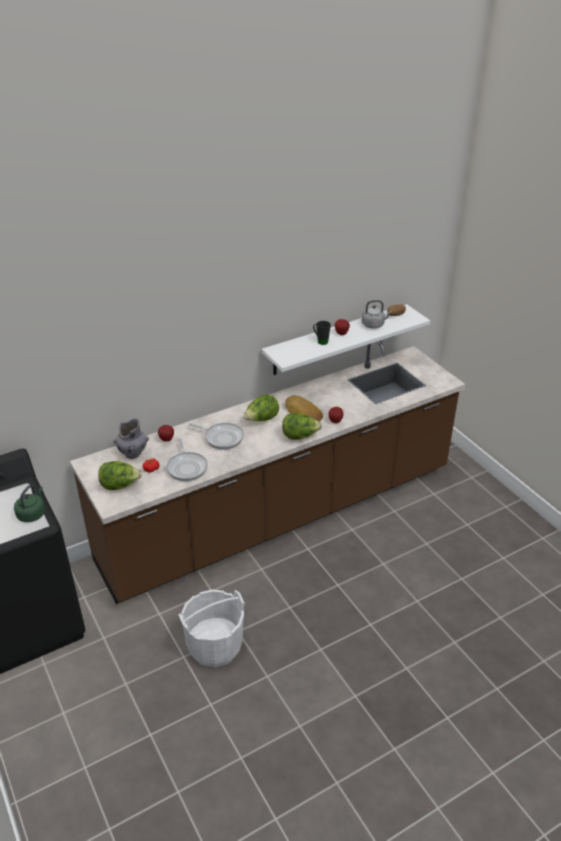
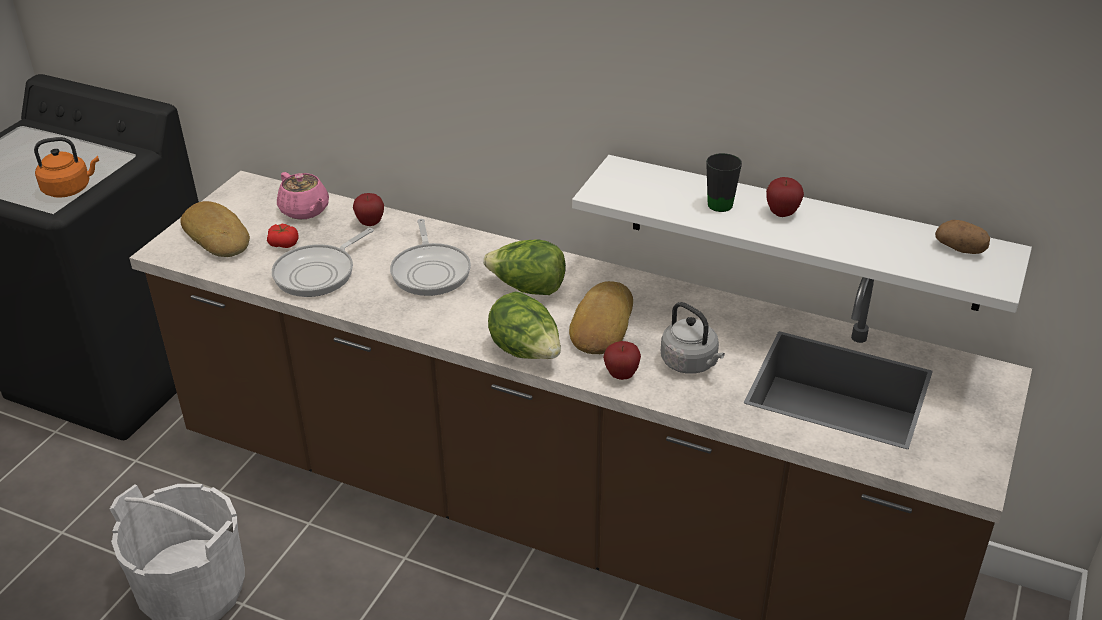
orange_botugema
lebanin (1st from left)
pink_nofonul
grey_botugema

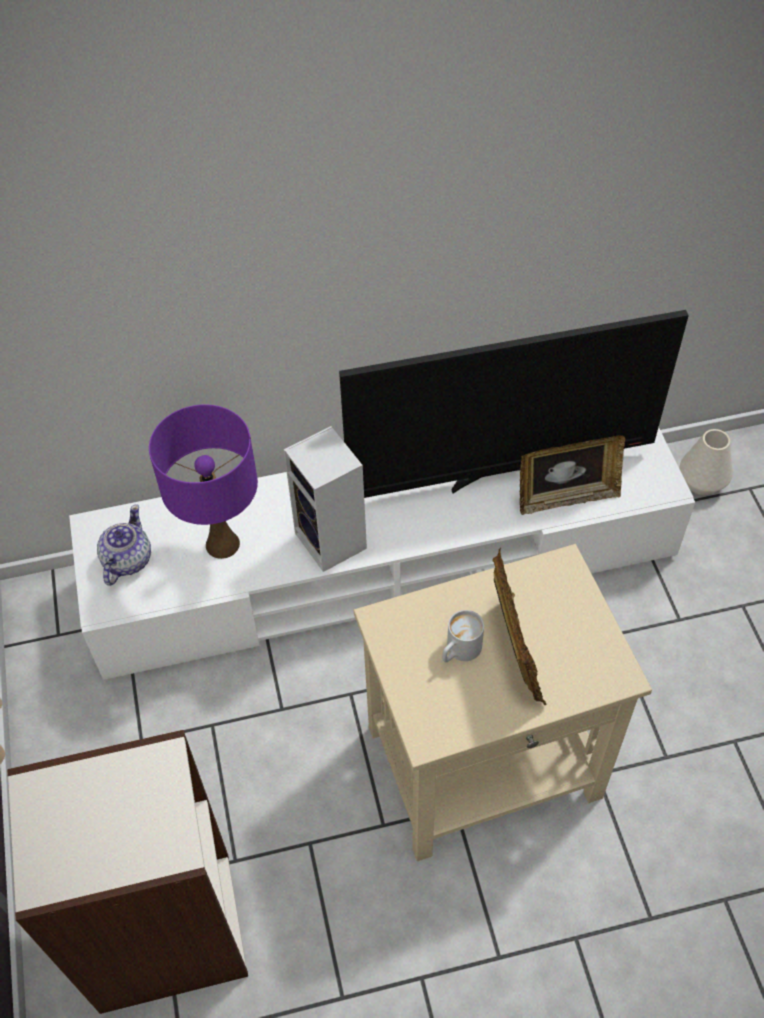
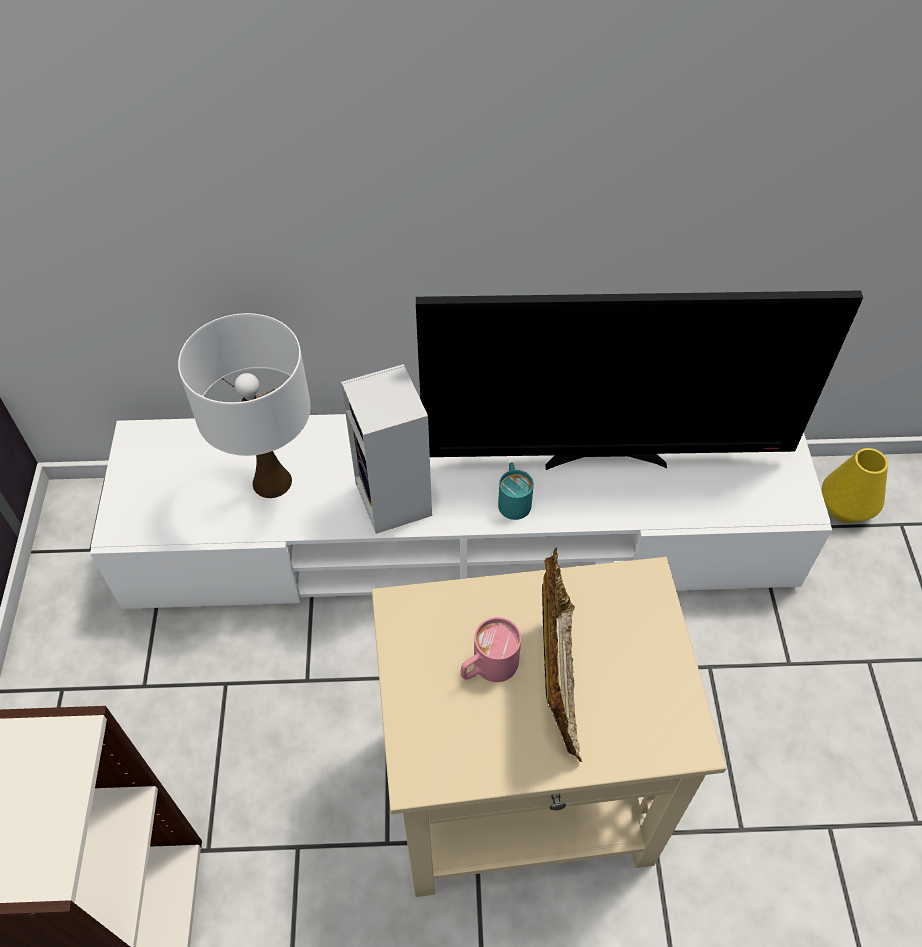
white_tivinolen
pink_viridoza
turquoise_viridoza
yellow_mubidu
nofonul
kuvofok (2nd from left in the first image)

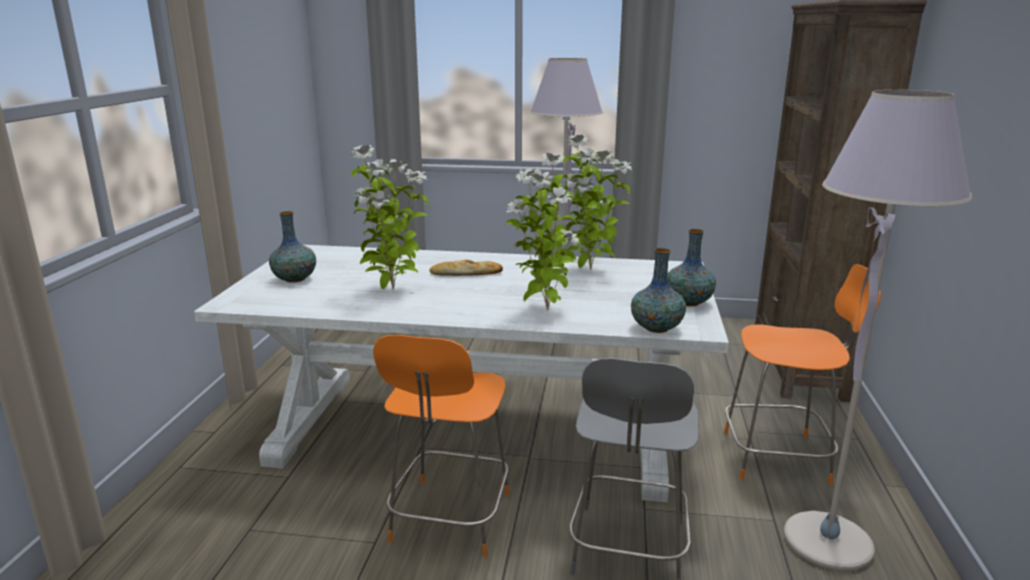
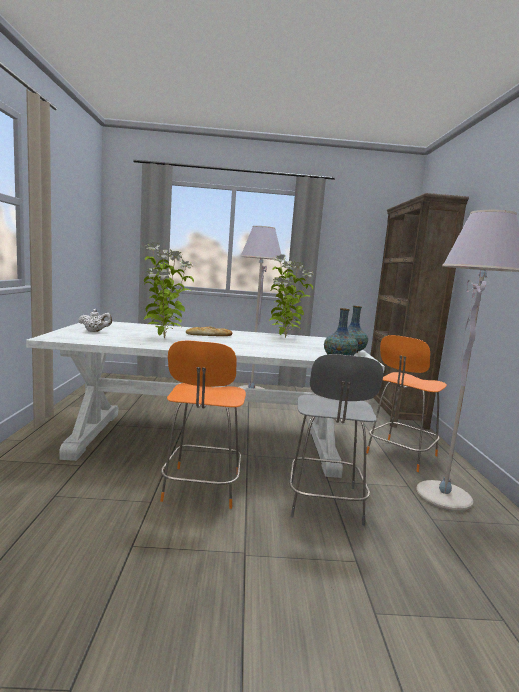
white_nofonul
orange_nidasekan (2nd from left)
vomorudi (2nd from left in the first image)

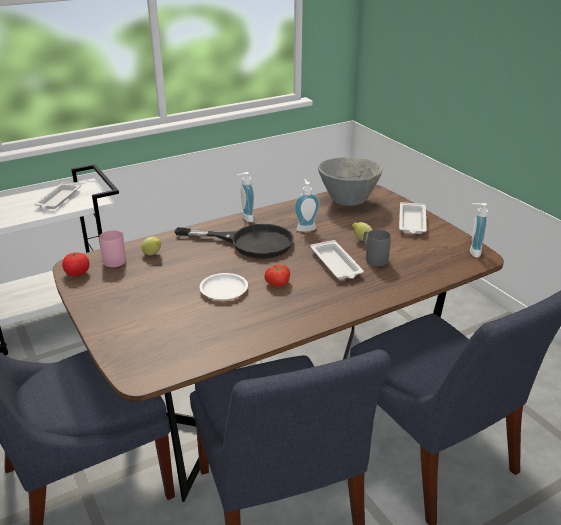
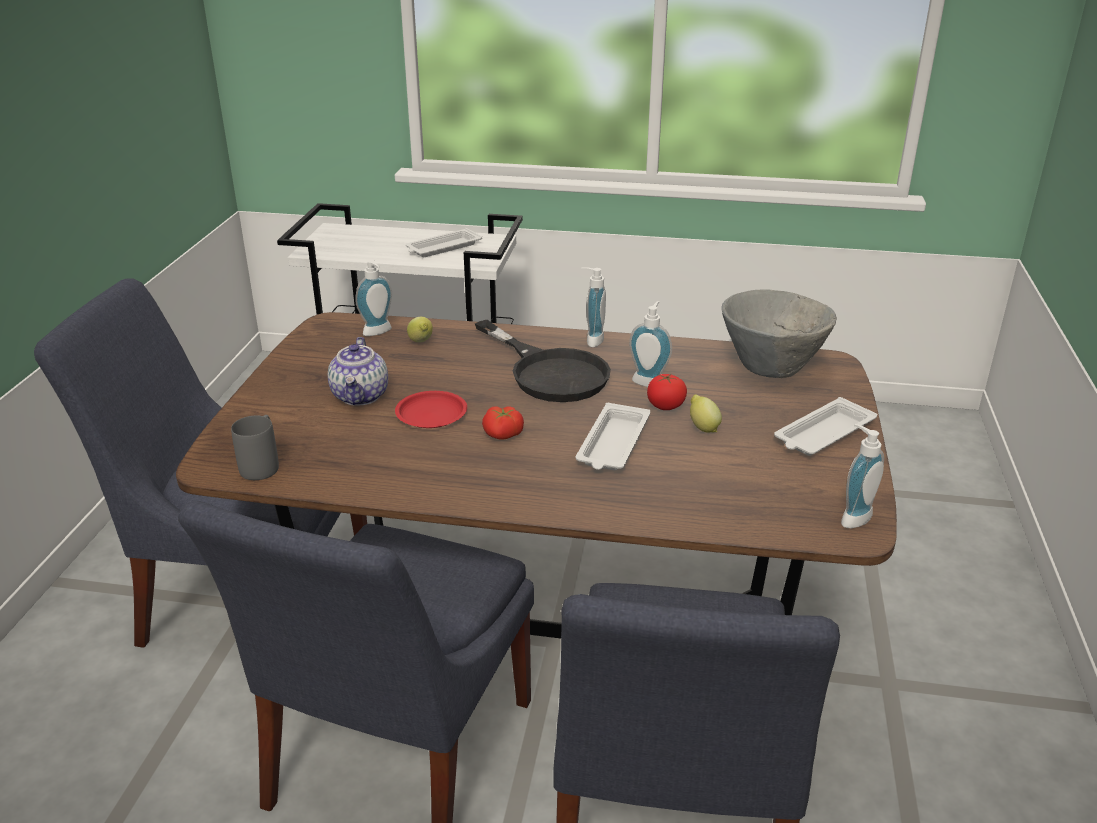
grey_viridoza
nofonul
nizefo (1st from left)
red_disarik
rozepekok (2nd from left)

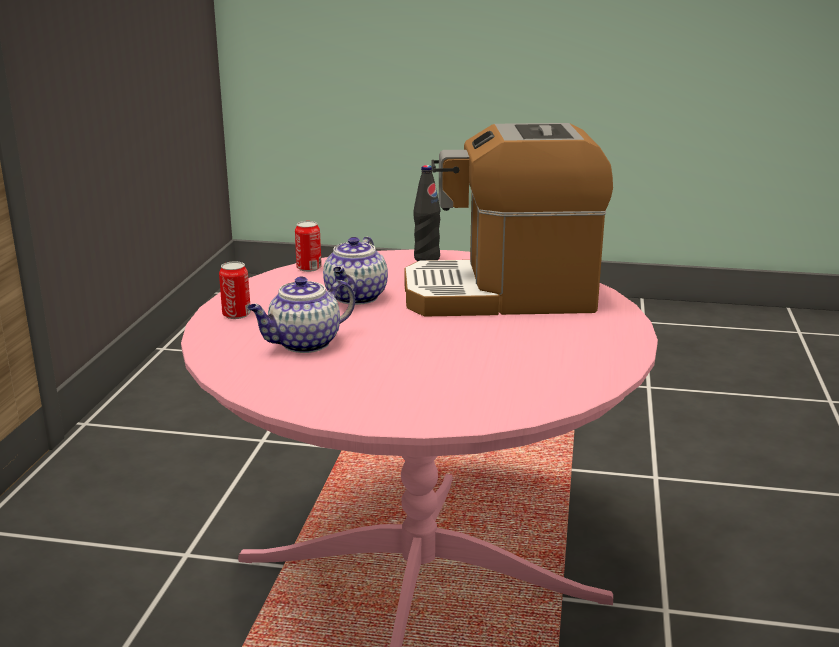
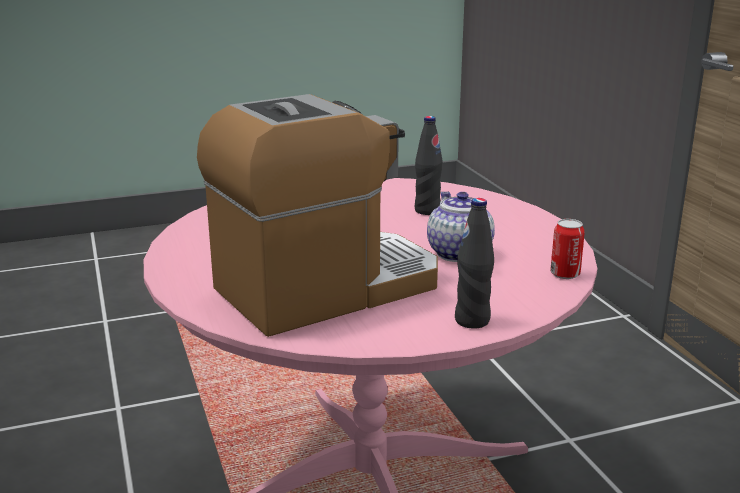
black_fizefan (1st from left)
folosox (1st from left in the first image)

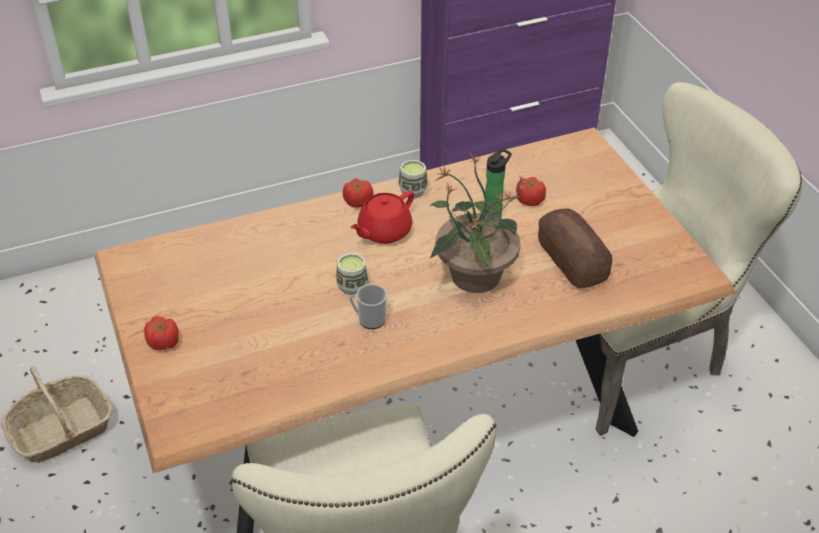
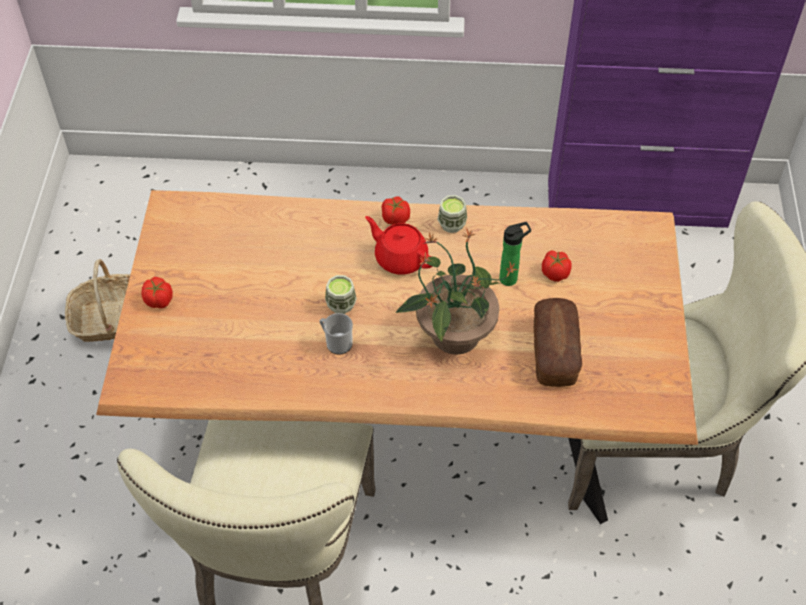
red_nofonul

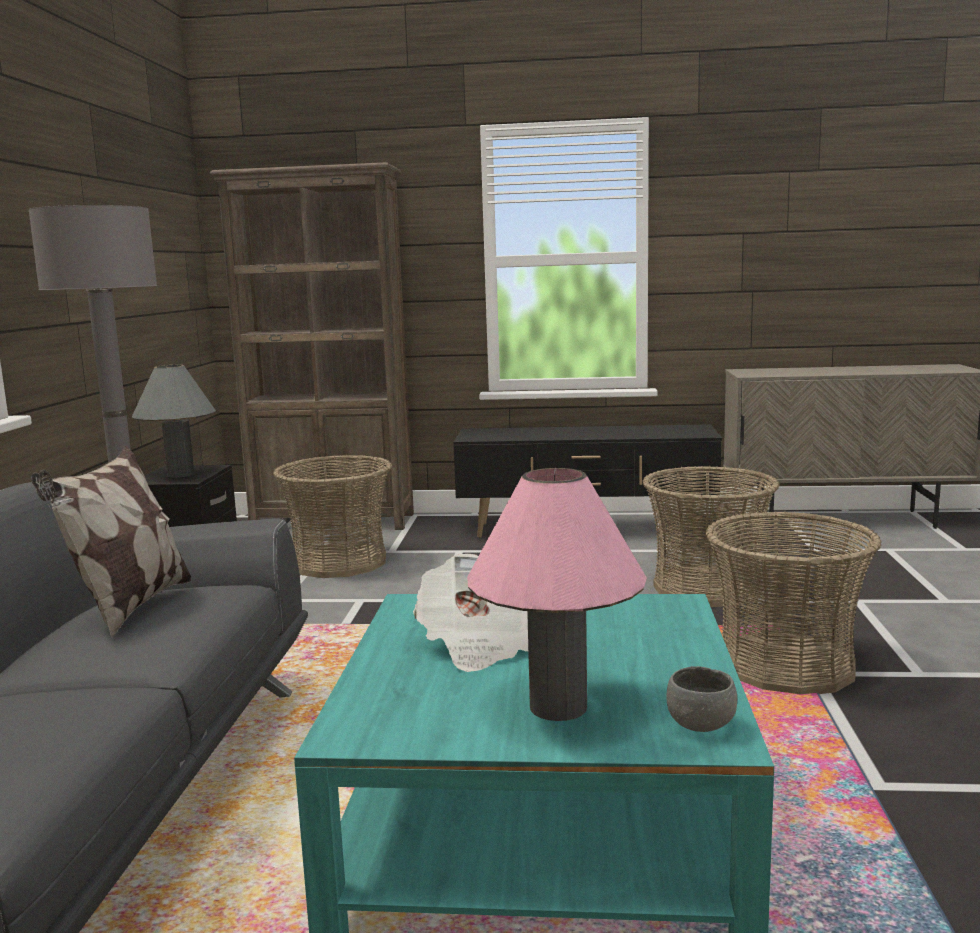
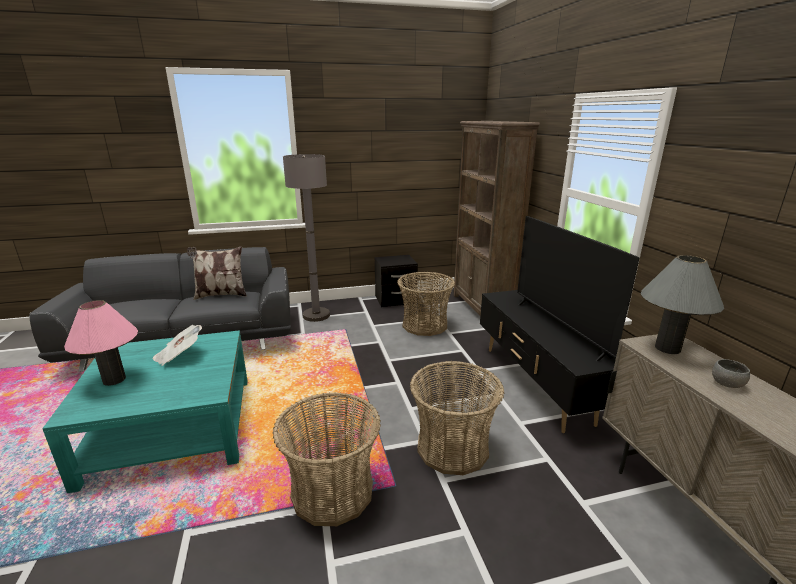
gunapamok
grey_tivinolen
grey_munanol

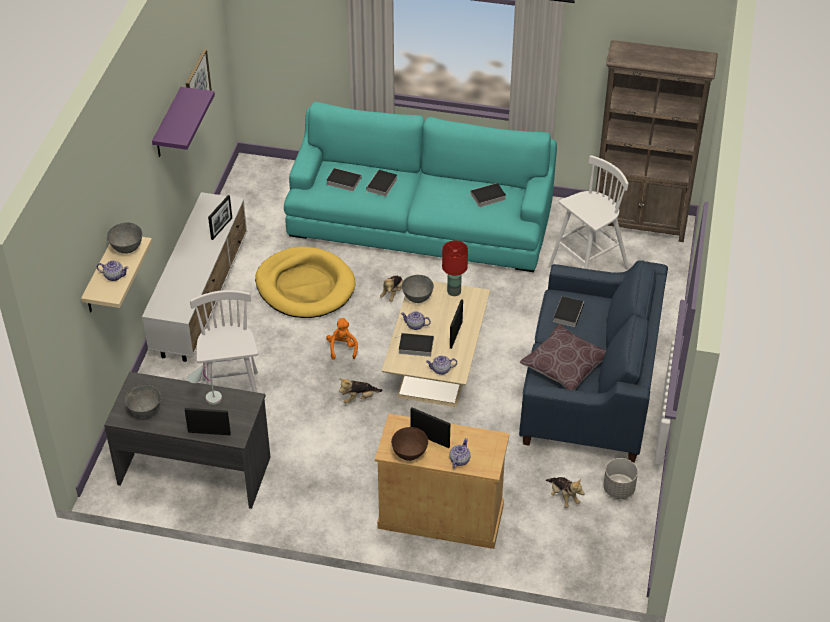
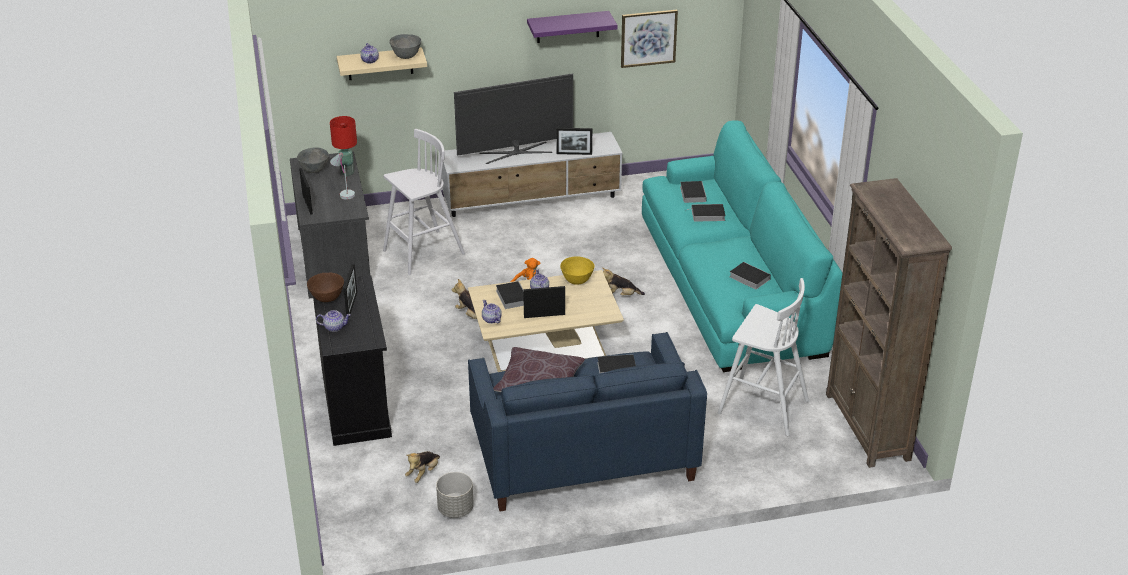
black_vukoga
red_tivinolen
gunapamok
yellow_munanol
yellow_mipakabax

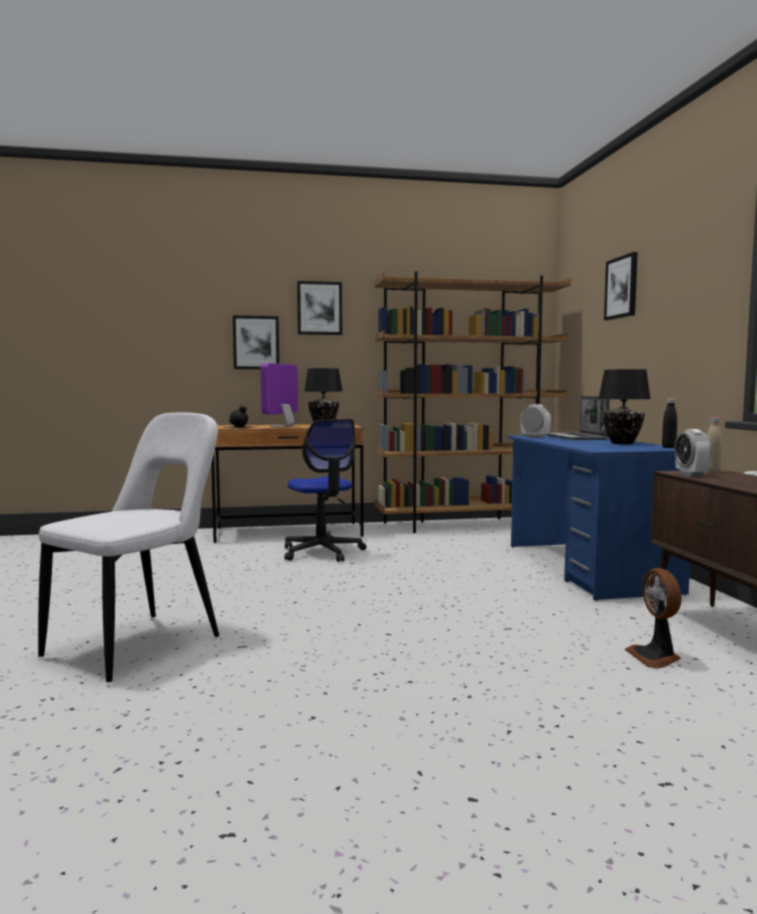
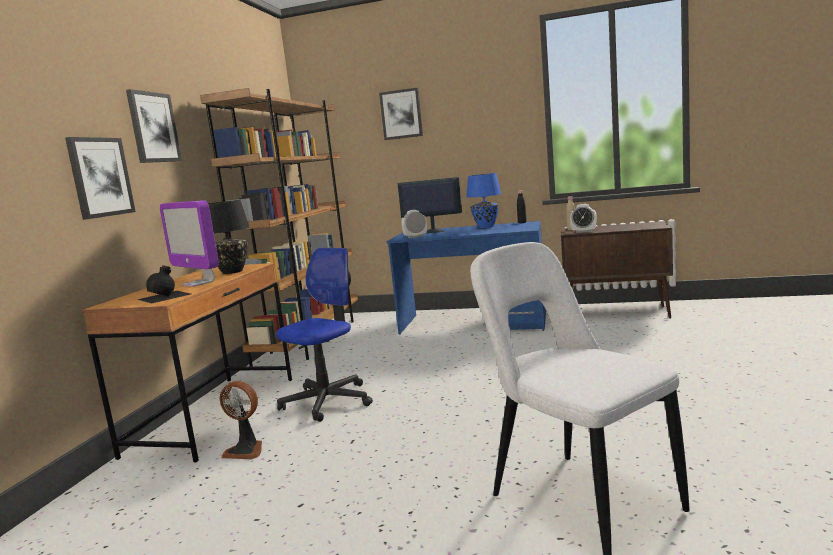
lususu
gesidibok
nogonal (2nd from left)
blue_tivinolen

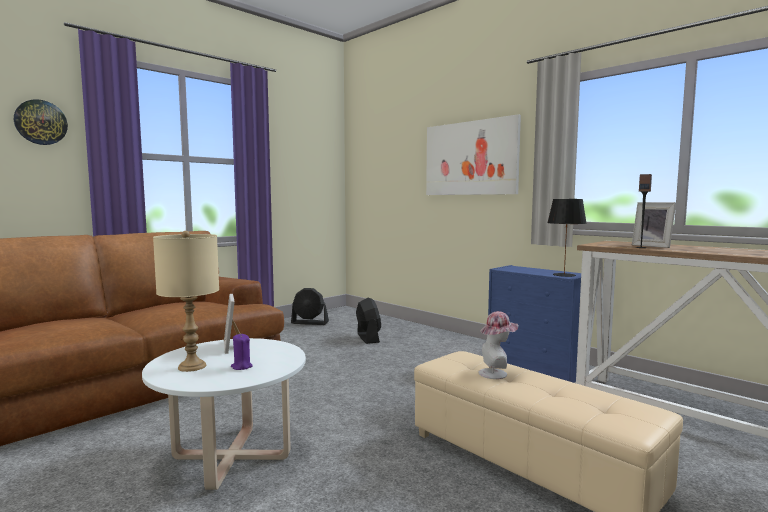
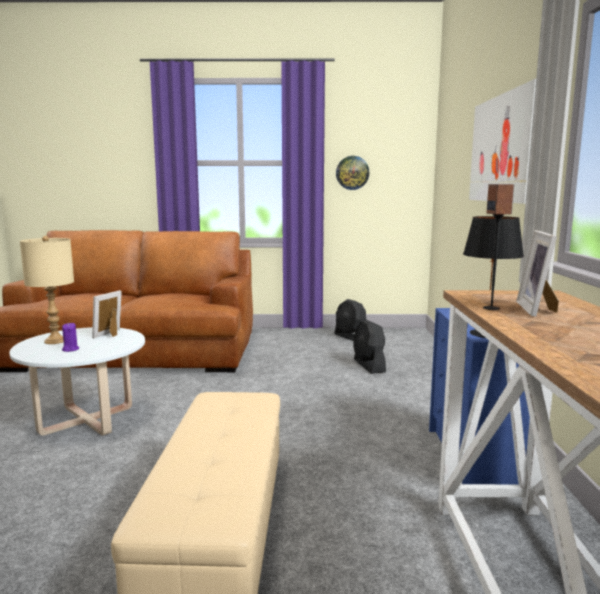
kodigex
black_lususu (2nd from left)
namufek

